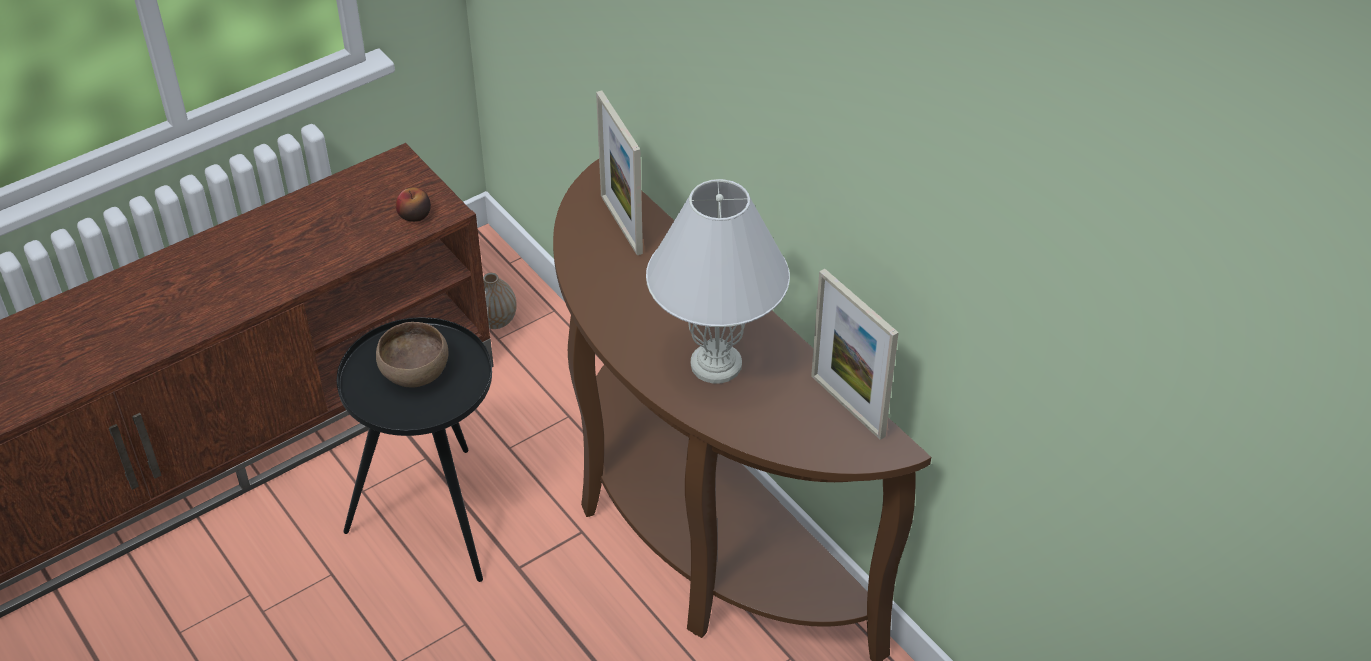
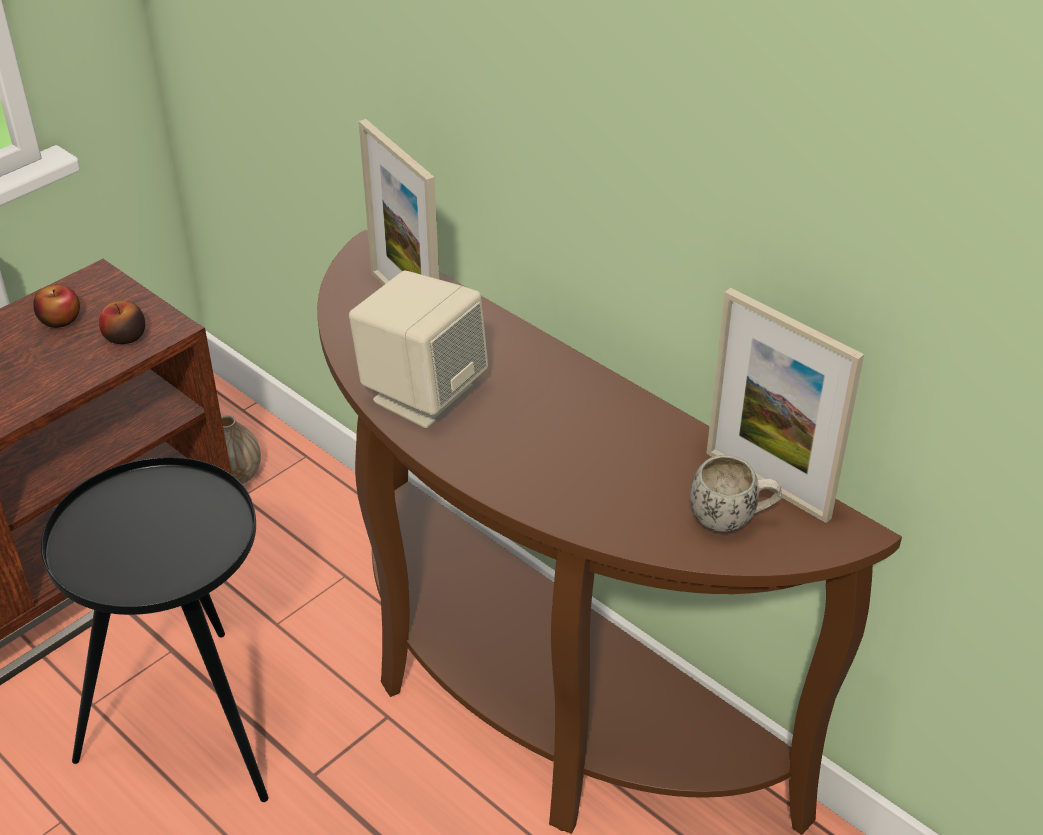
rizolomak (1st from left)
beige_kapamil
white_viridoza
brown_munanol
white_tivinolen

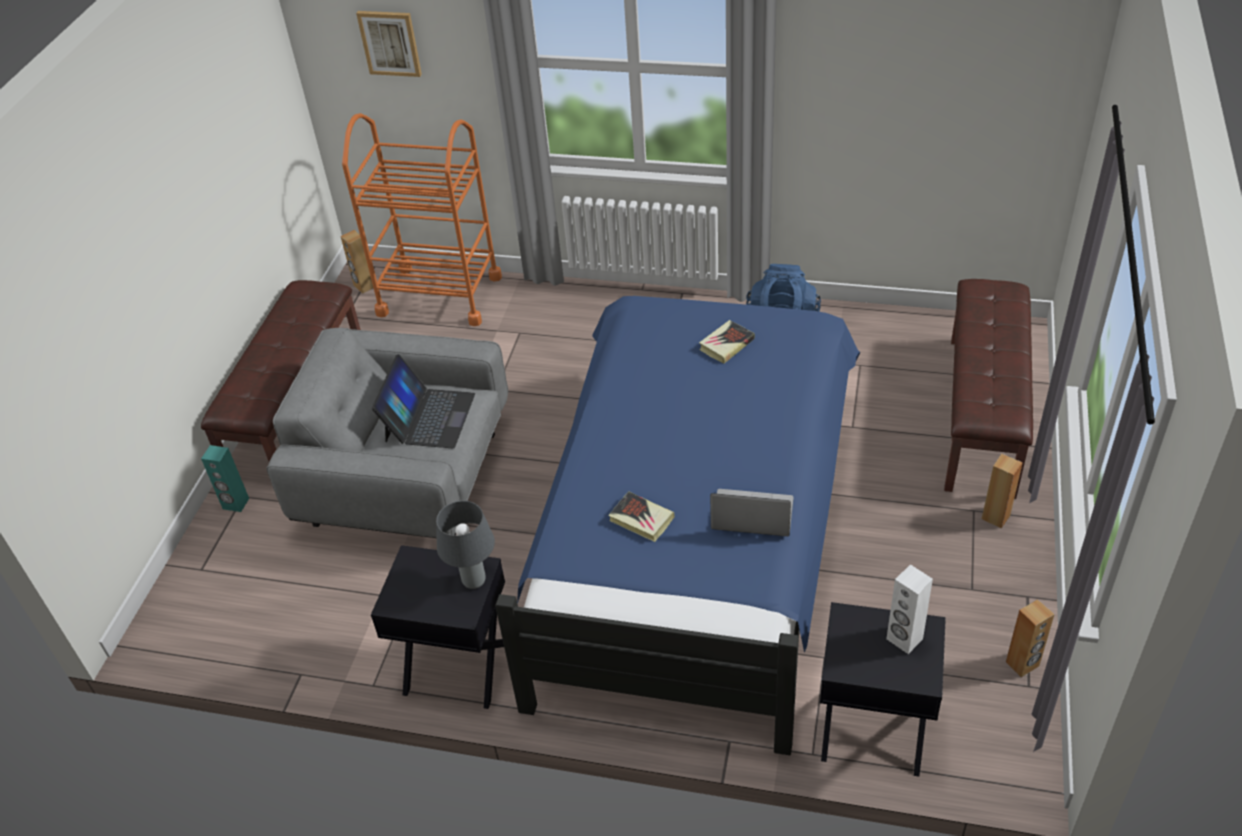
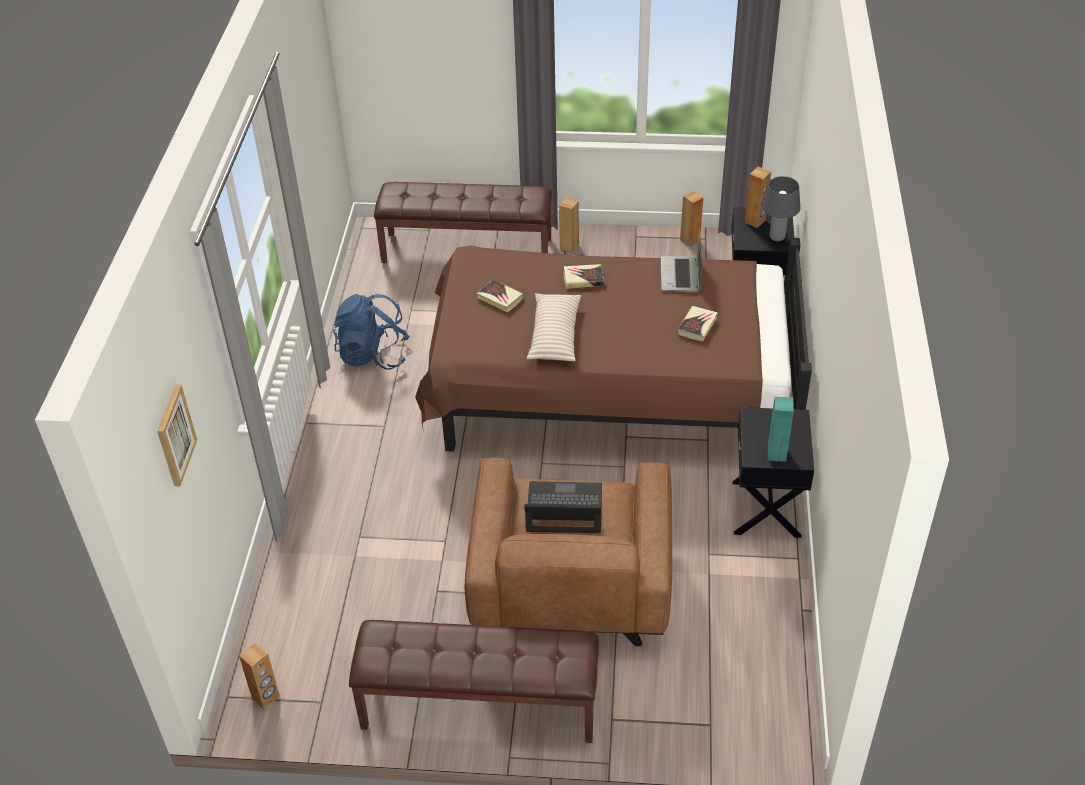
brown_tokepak
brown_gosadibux
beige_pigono
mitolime (2nd from left)
brown_kapamil (4th from left)
grey_tivinolen
turquoise_kapamil
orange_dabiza

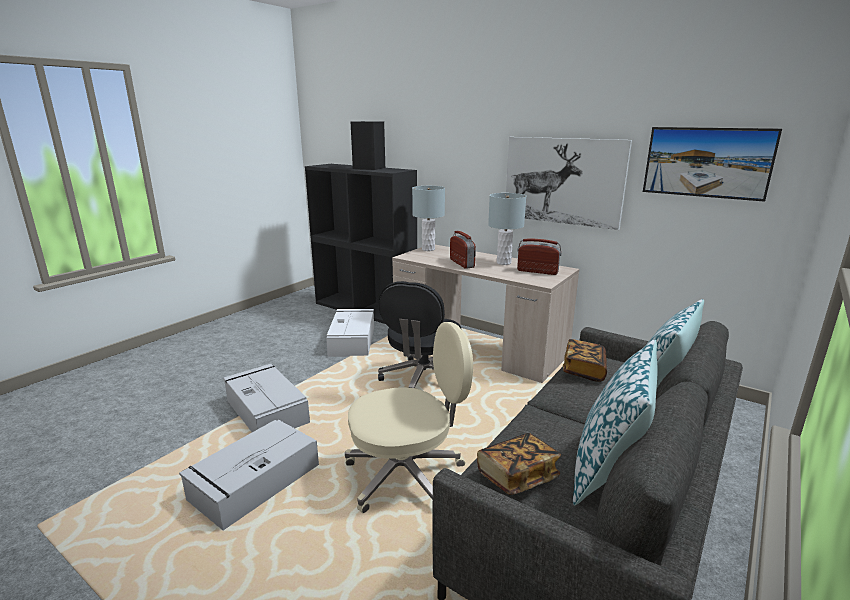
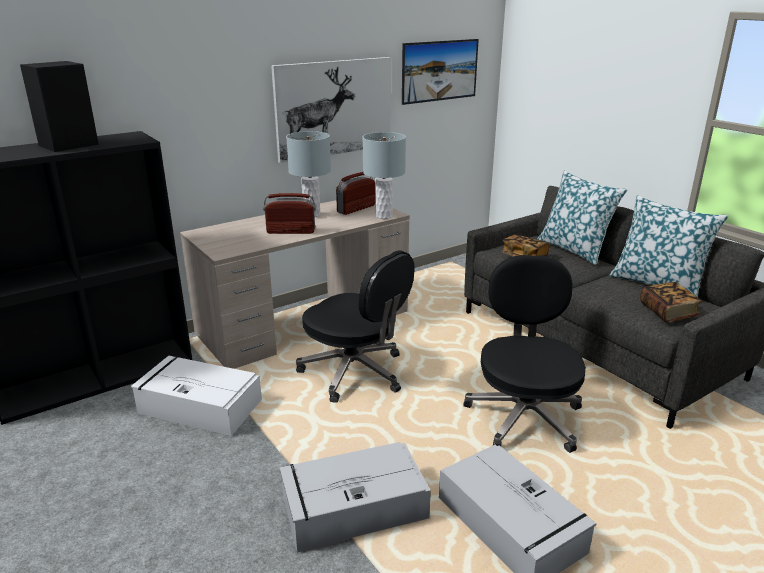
grey_tivinolen (2nd from left)
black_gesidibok (2nd from left)

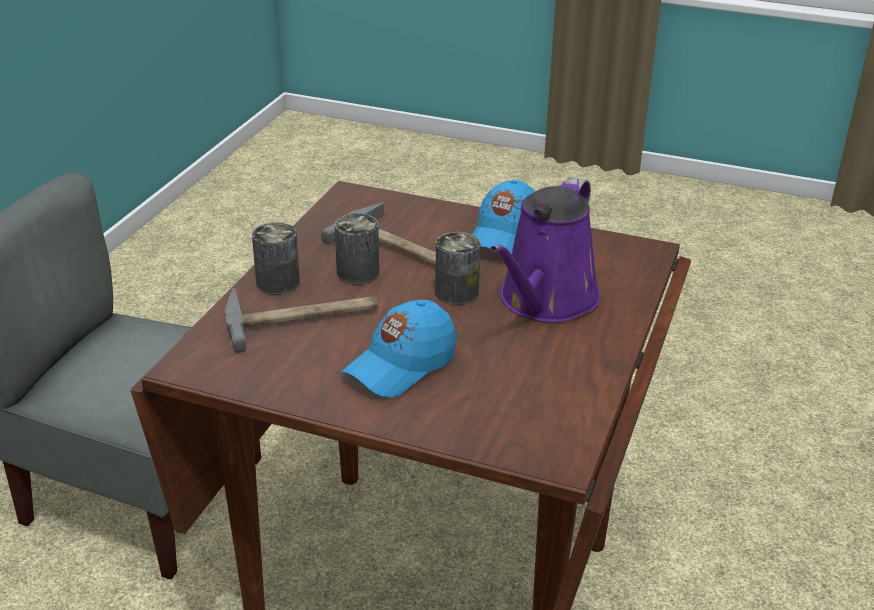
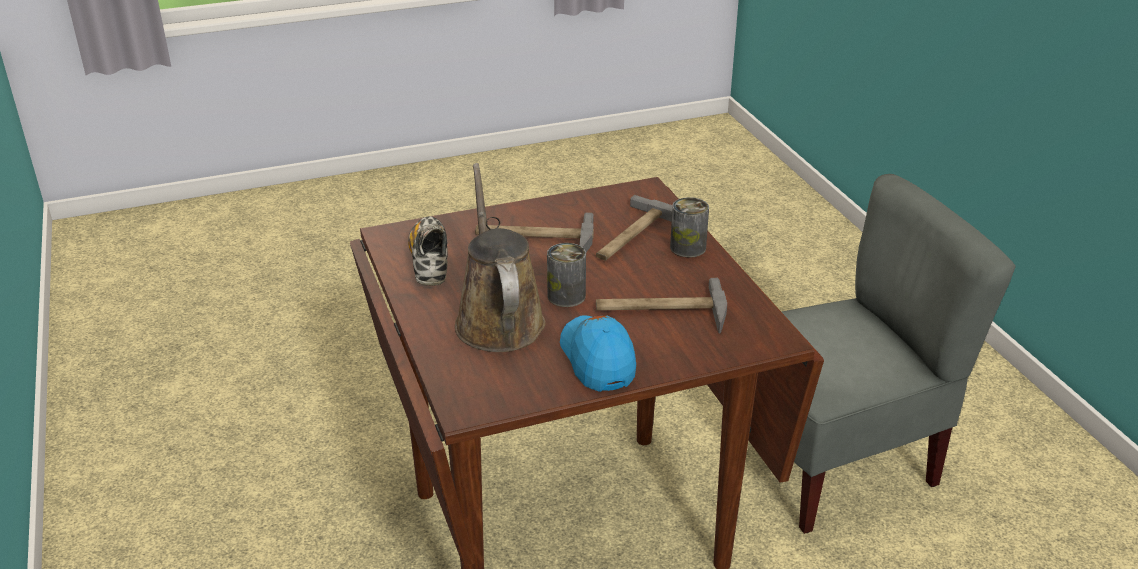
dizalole
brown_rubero
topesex (1st from left)
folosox (2nd from left in the first image)

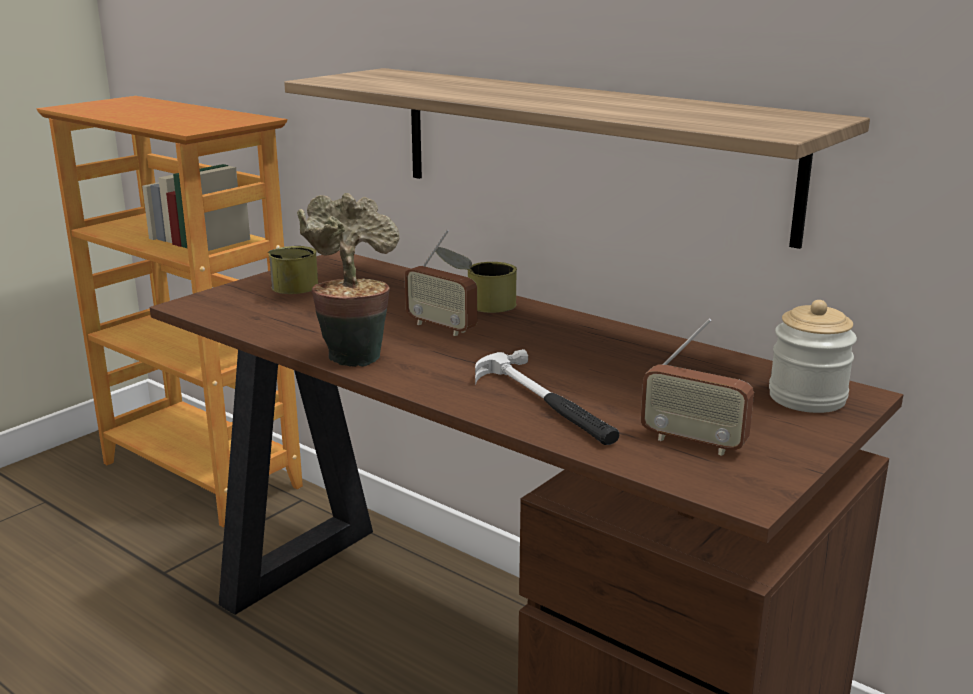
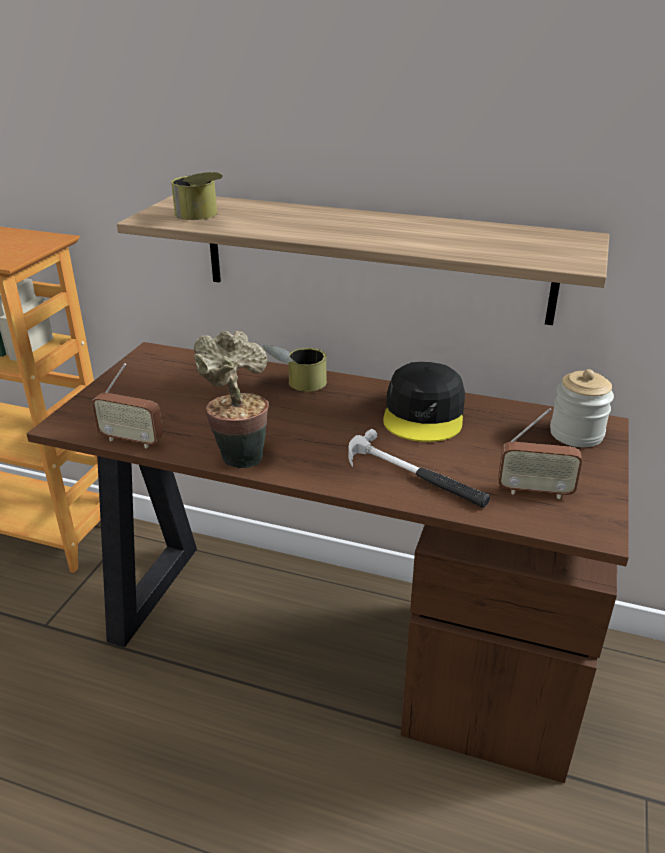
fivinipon (1st from left)
folosox (1st from left)
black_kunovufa

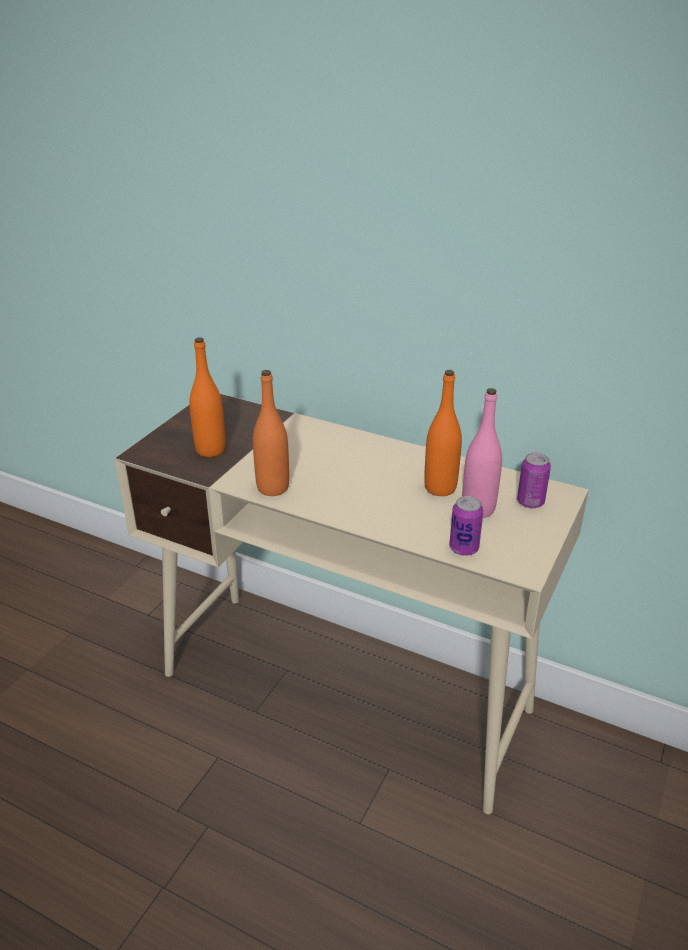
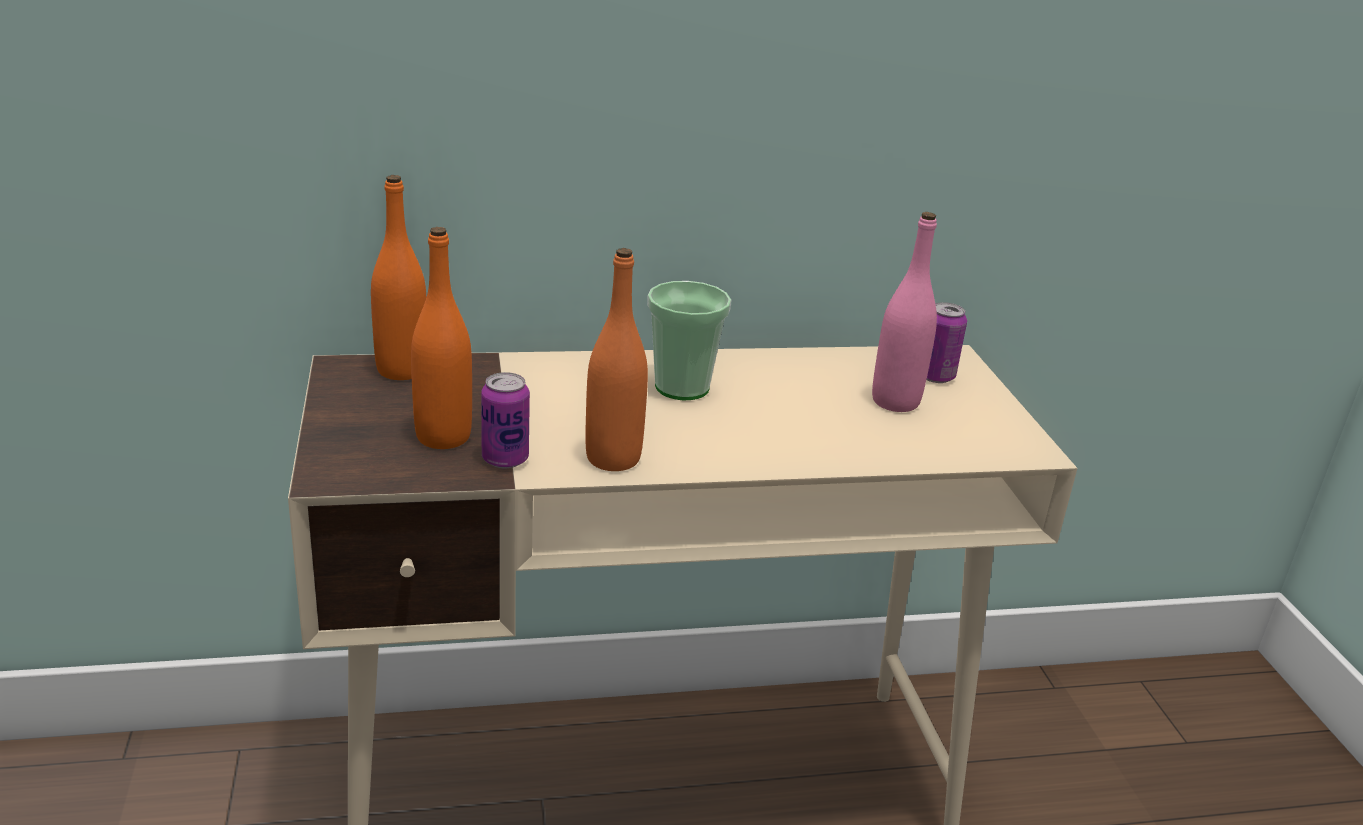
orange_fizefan (1st from left)
folosox (1st from left)
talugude

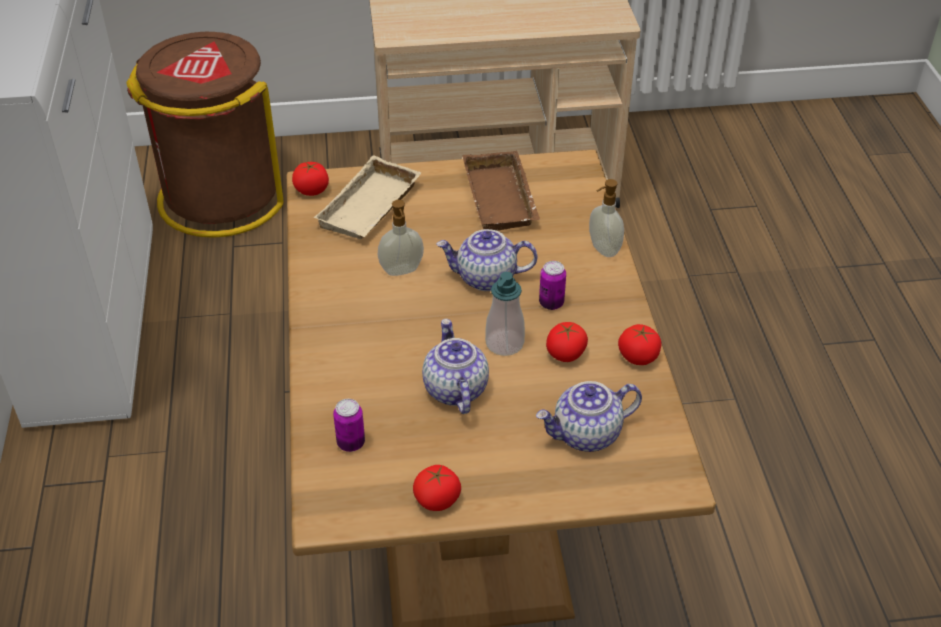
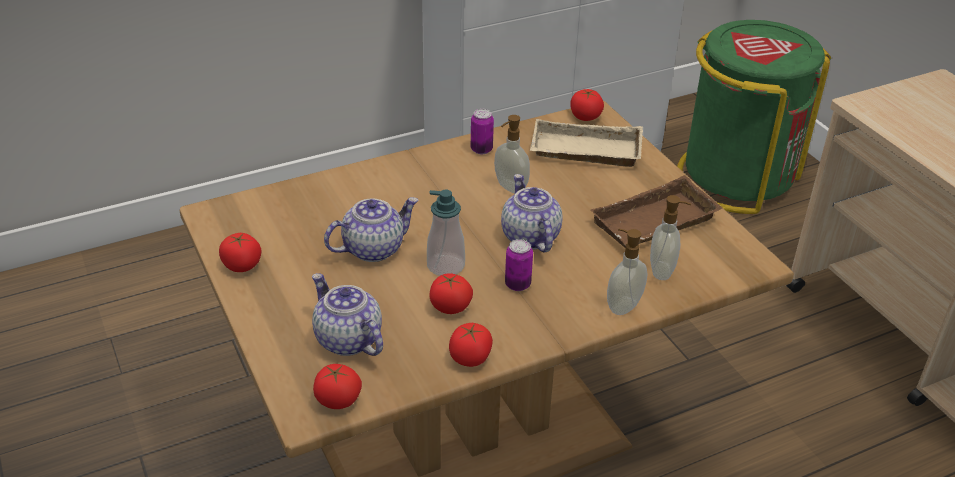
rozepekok (2nd from left)
folosox (1st from left)
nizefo (4th from left)
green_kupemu

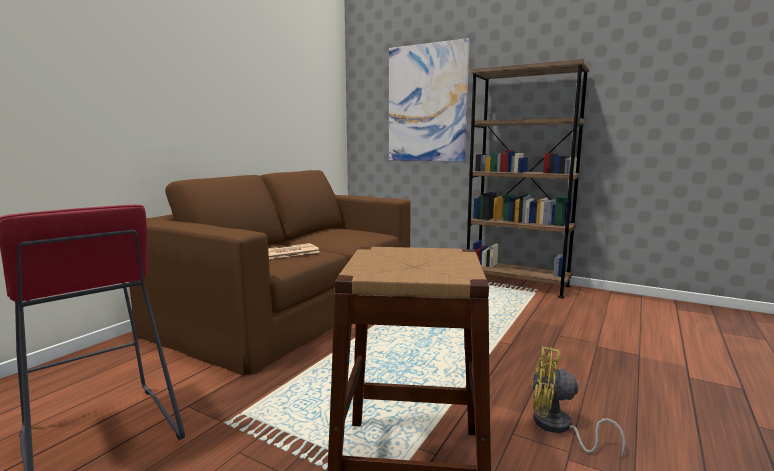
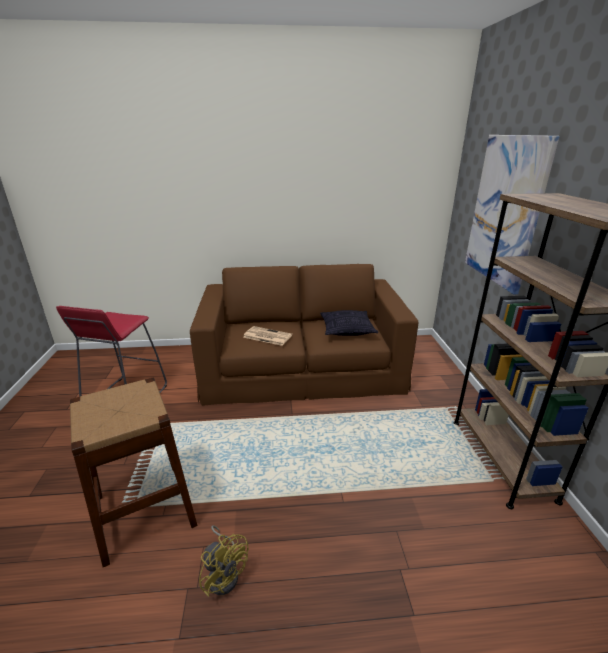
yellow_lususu
pigono

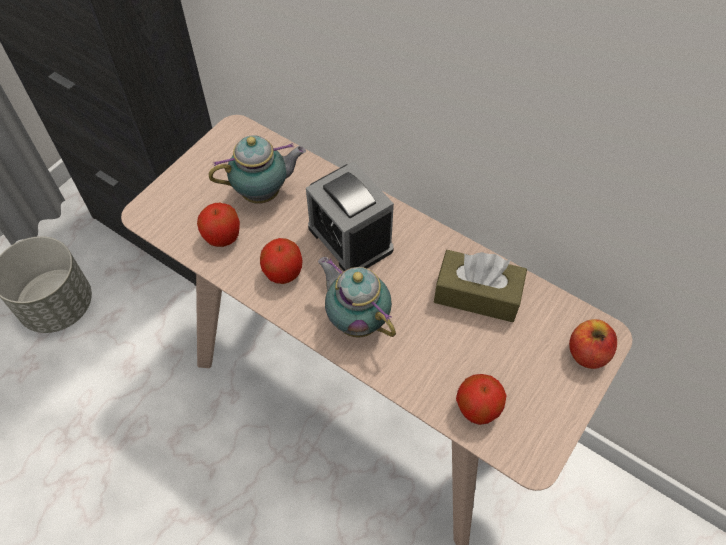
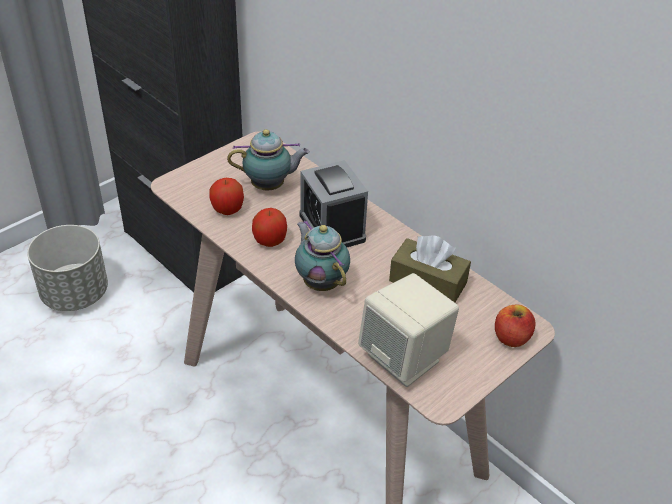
beige_kapamil

